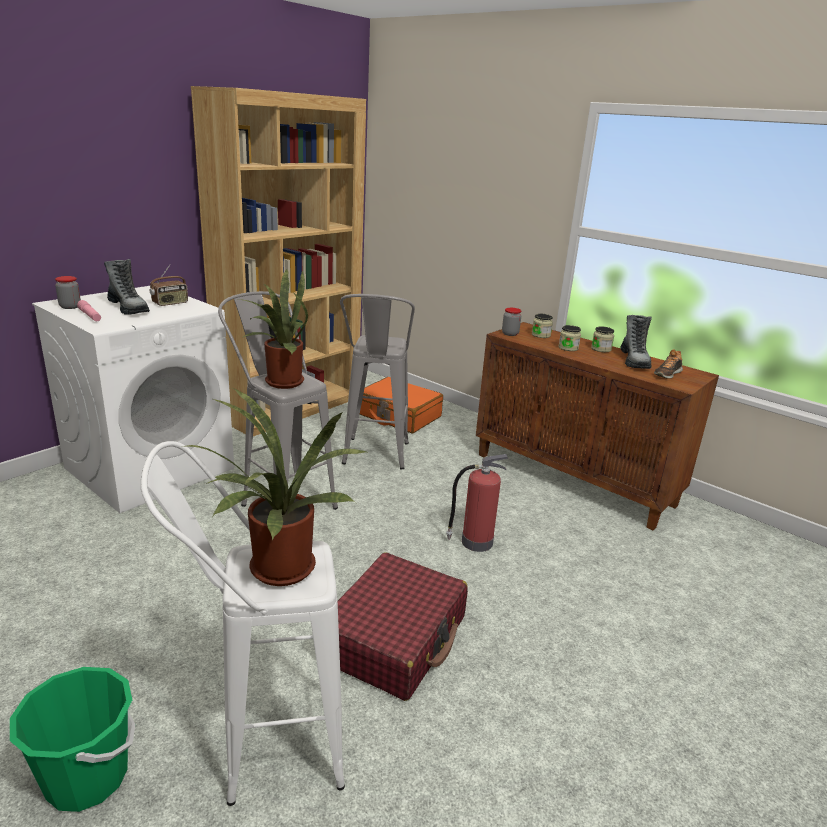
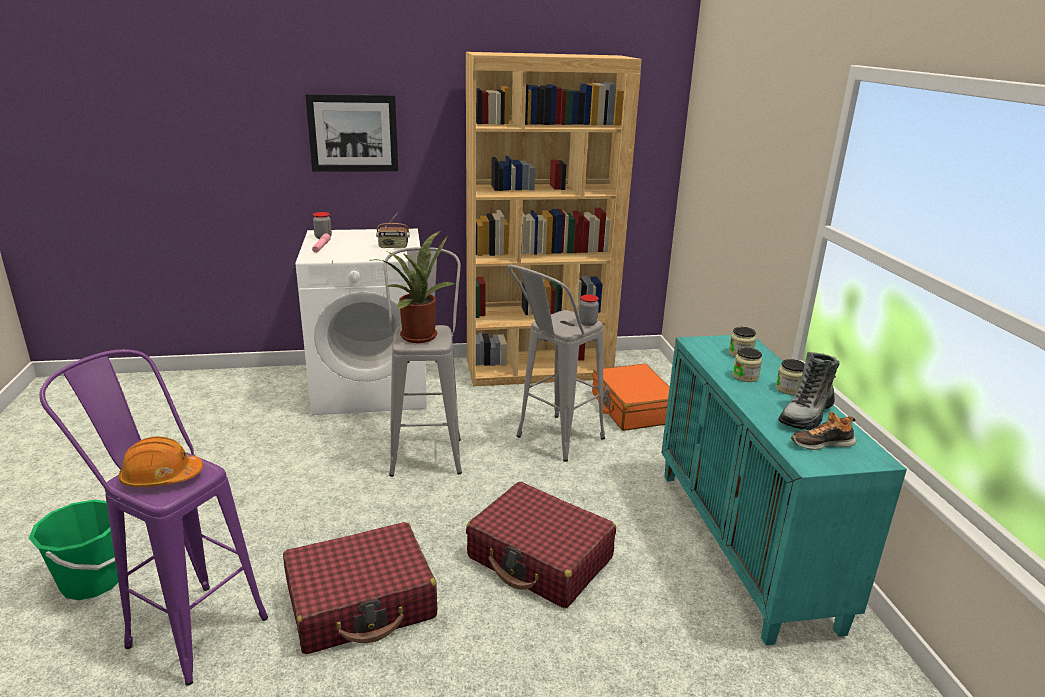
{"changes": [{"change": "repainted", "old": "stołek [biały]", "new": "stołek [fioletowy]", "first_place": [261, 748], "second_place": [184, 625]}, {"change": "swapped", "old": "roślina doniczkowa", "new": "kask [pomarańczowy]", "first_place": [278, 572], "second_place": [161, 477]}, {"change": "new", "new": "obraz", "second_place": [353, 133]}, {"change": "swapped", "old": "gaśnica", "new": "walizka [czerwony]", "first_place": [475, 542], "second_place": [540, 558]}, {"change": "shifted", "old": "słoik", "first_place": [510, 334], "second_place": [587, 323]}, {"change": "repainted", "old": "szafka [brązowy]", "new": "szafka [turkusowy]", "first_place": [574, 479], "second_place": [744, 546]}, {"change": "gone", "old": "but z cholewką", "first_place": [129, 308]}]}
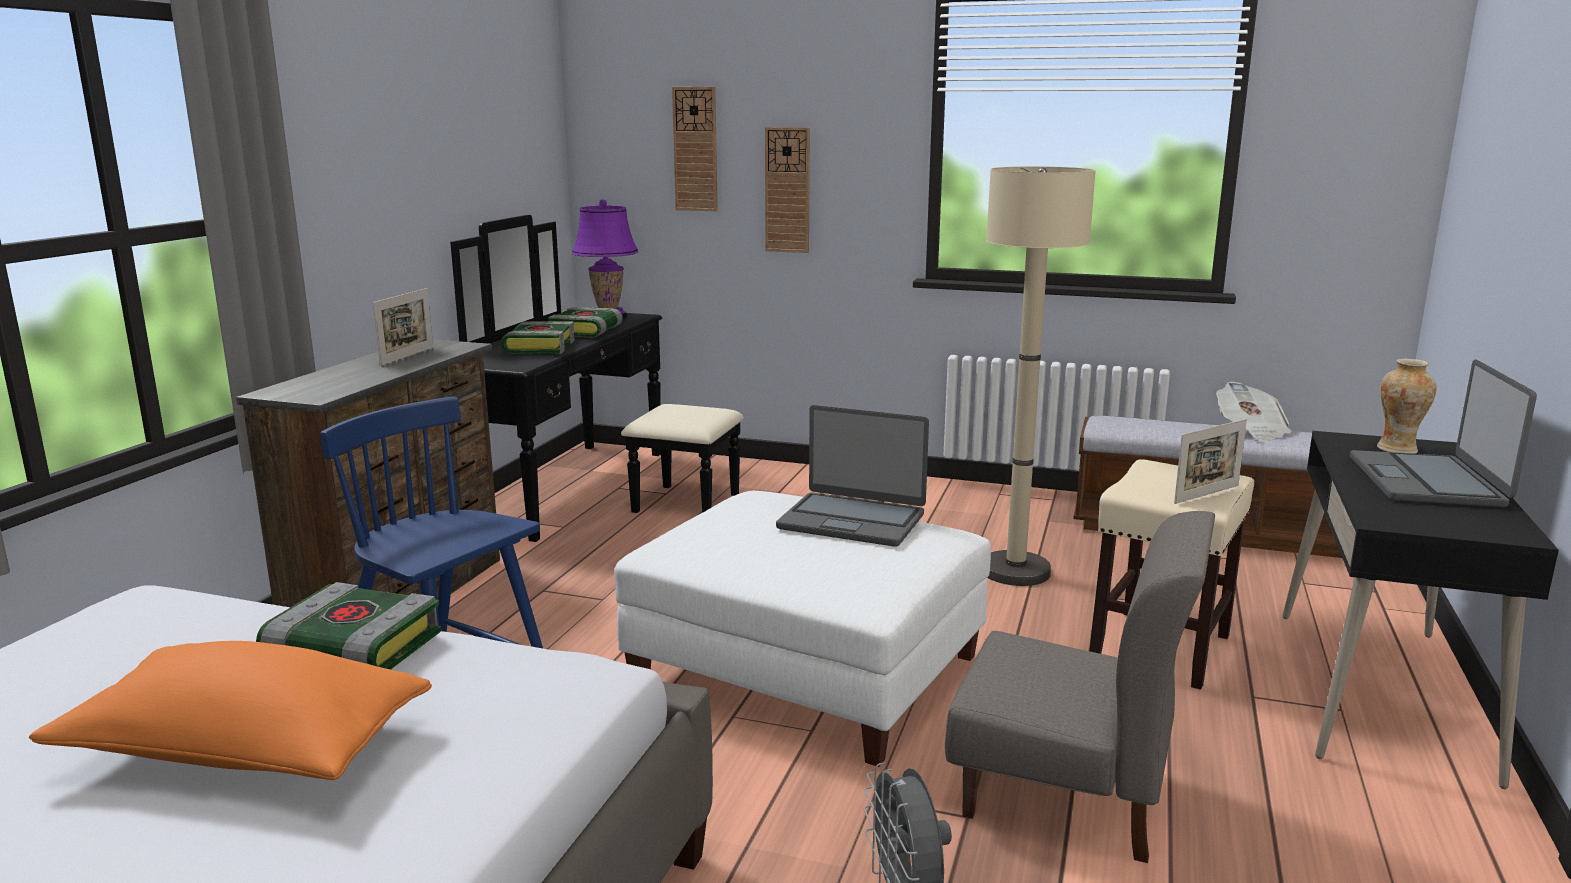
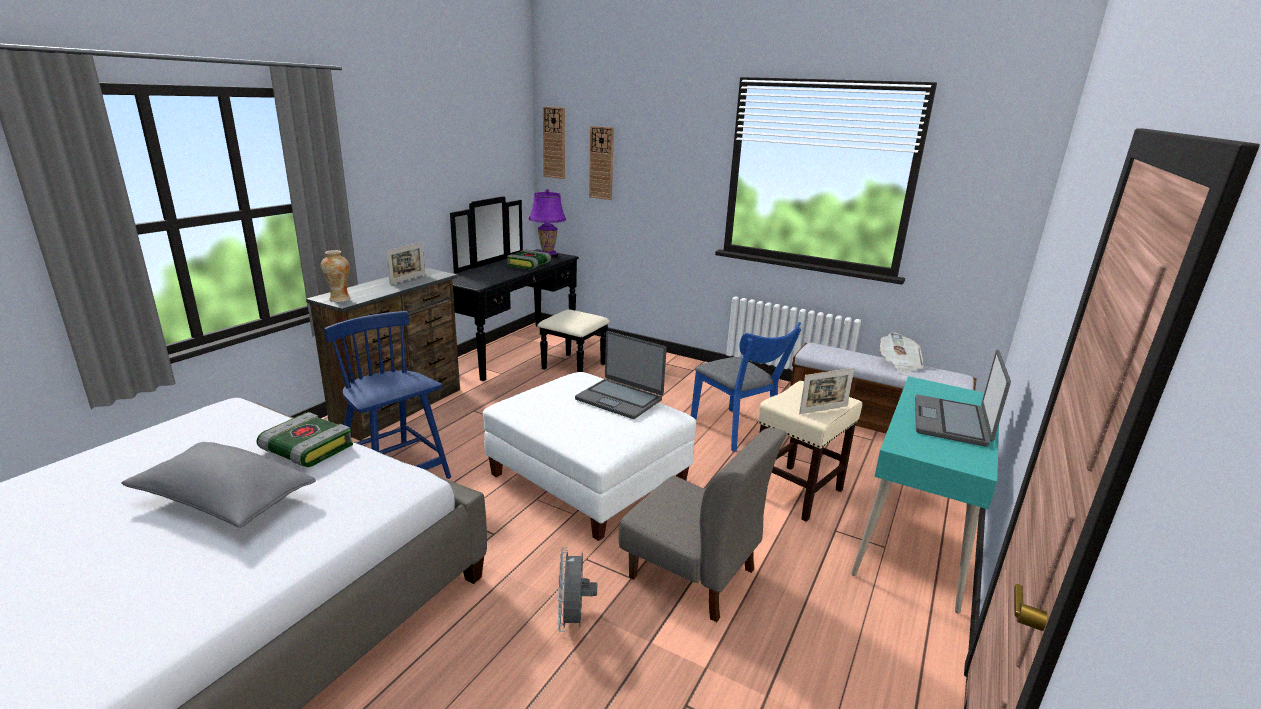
{"changes": [{"change": "repainted", "old": "poduszka [pomarańczowy]", "new": "poduszka [szary]", "first_place": [246, 752], "second_place": [224, 501]}, {"change": "shifted", "old": "wazon", "first_place": [1397, 449], "second_place": [340, 299]}, {"change": "shifted", "old": "zegar ścienny", "first_place": [787, 190], "second_place": [554, 143]}, {"change": "swapped", "old": "lampa stojąca [beżowy]", "new": "krzesło [niebieski]", "first_place": [1015, 571], "second_place": [737, 432]}, {"change": "repainted", "old": "biurko [czarny]", "new": "biurko [turkusowy]", "first_place": [1380, 691], "second_place": [916, 539]}, {"change": "gone", "old": "książka", "first_place": [539, 347]}]}
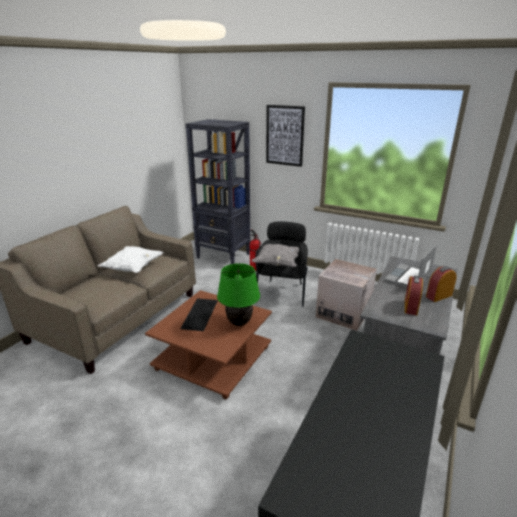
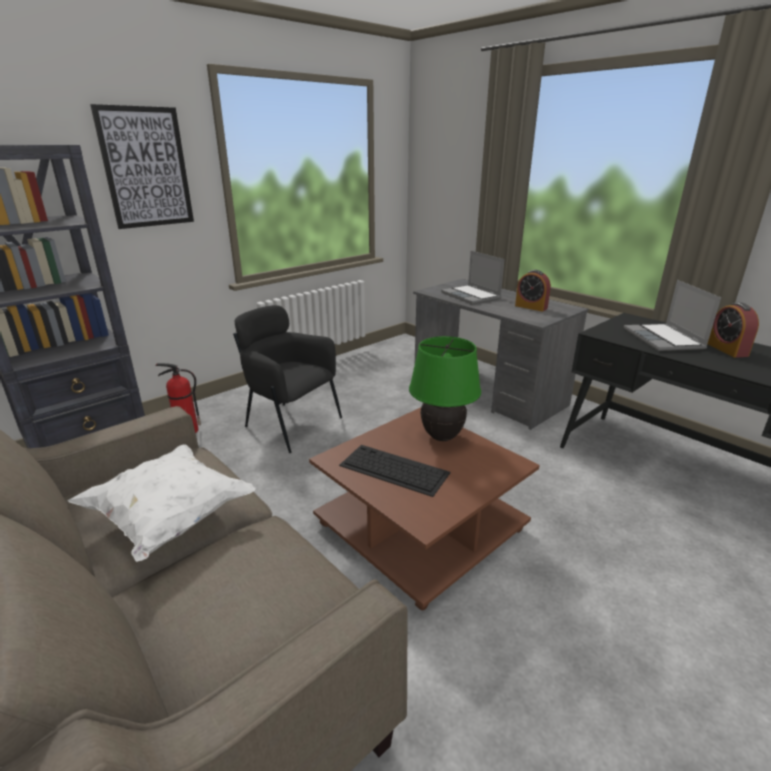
{"changes": [{"change": "new", "new": "laptop", "second_place": [664, 339]}, {"change": "shifted", "old": "budzik", "first_place": [439, 296], "second_place": [727, 349]}, {"change": "gone", "old": "poduszka [szary]", "first_place": [277, 263]}, {"change": "gone", "old": "karton", "first_place": [343, 313]}]}
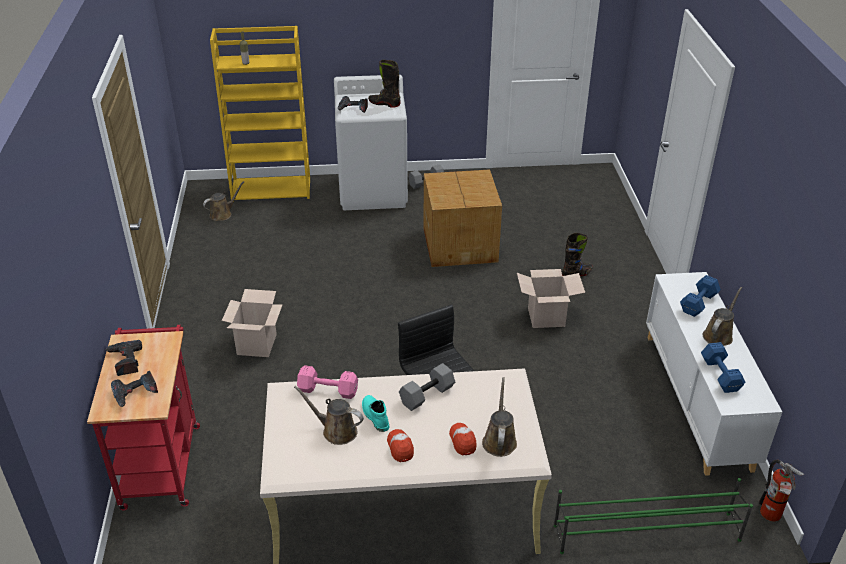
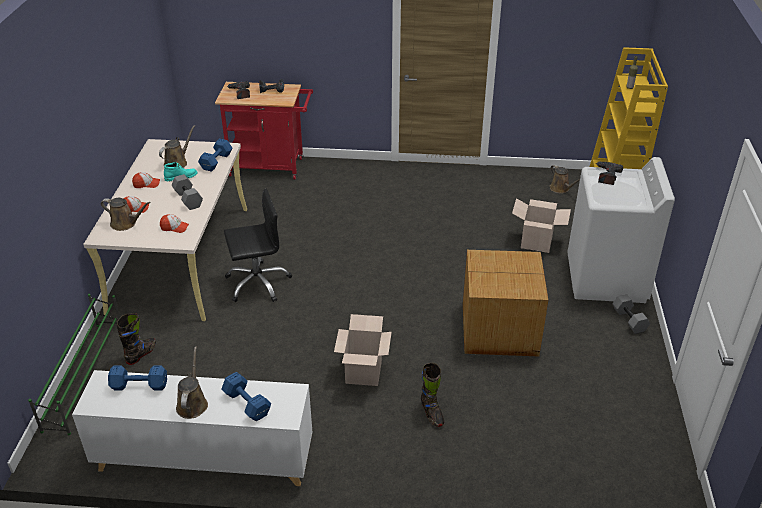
{"changes": [{"change": "shifted", "old": "but z cholewką [czarny]", "first_place": [384, 104], "second_place": [141, 354]}, {"change": "new", "new": "czapka z daszkiem", "second_place": [174, 227]}, {"change": "rotated", "old": "konewka [brązowy]", "first_place": [718, 335], "second_place": [192, 403], "degrees": -135}, {"change": "repainted", "old": "hantel [różowy]", "new": "hantel [niebieski]", "first_place": [329, 391], "second_place": [215, 162]}, {"change": "shifted", "old": "karton", "first_place": [257, 344], "second_place": [536, 242]}, {"change": "gone", "old": "gaśnica", "first_place": [771, 515]}]}
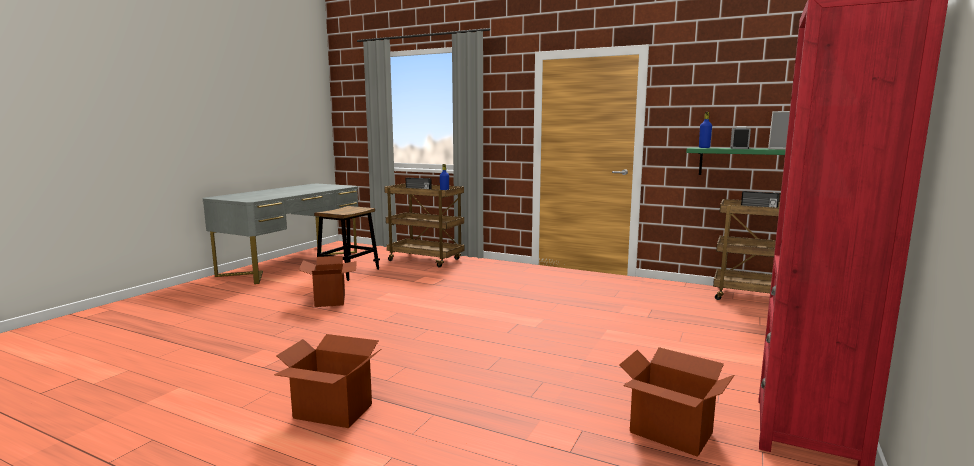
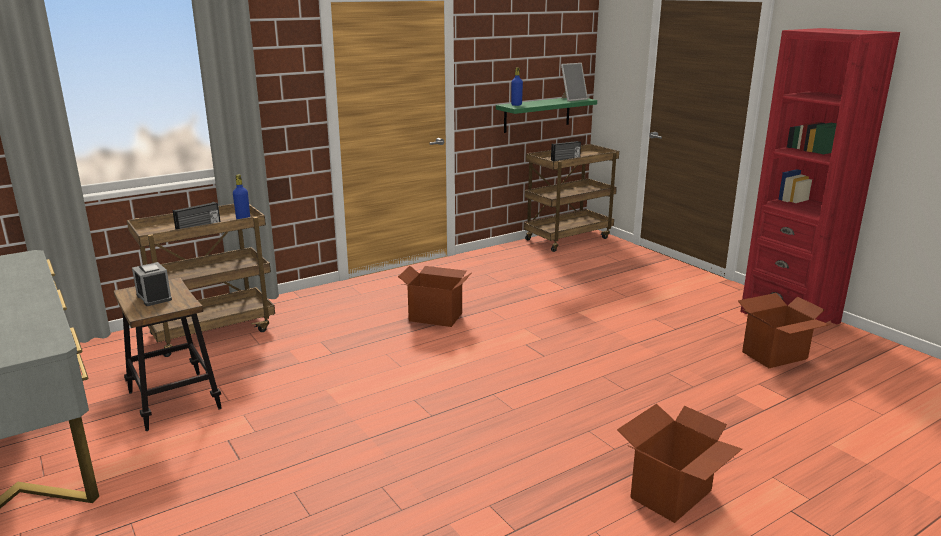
{"changes": [{"change": "shifted", "old": "budzik", "first_place": [739, 148], "second_place": [154, 297]}, {"change": "shifted", "old": "karton", "first_place": [331, 300], "second_place": [435, 317]}]}
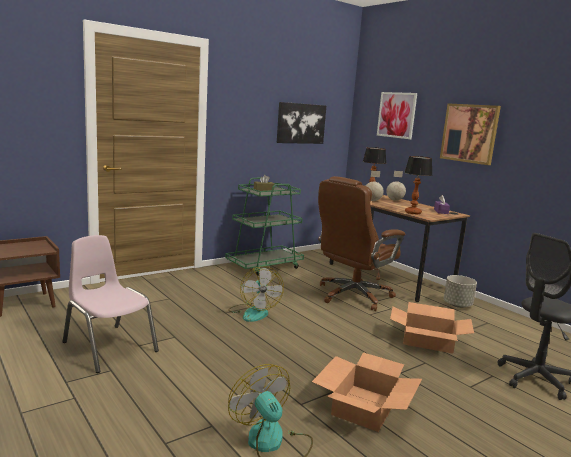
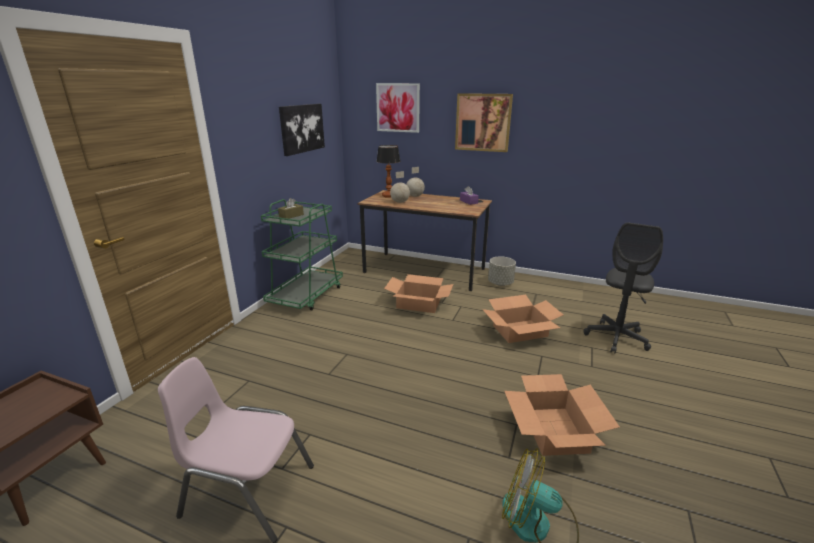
{"changes": [{"change": "swapped", "old": "krzesło biurowe [brązowy]", "new": "karton", "first_place": [352, 296], "second_place": [418, 303]}, {"change": "gone", "old": "wentylator", "first_place": [253, 312]}, {"change": "gone", "old": "lampa stołowa", "first_place": [412, 212]}]}
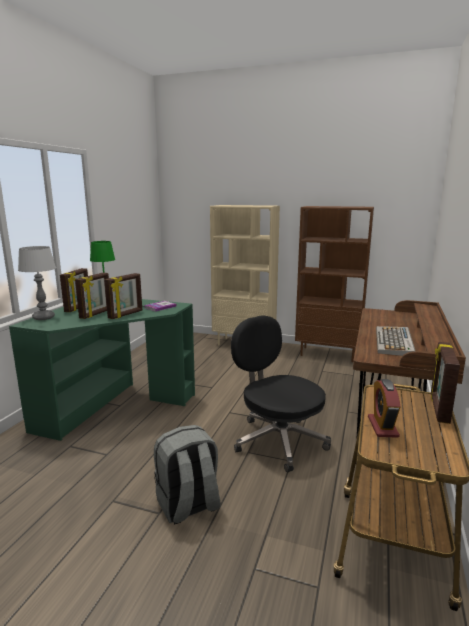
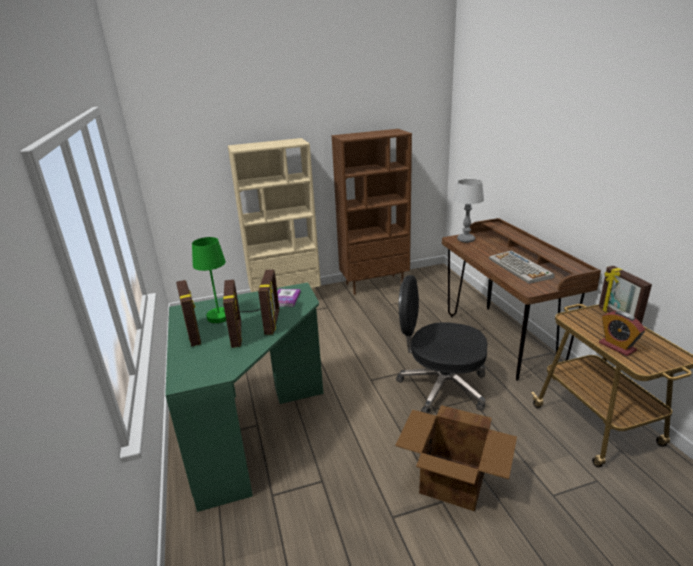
{"changes": [{"change": "swapped", "old": "plecak [szary]", "new": "karton", "first_place": [188, 506], "second_place": [454, 481]}, {"change": "shifted", "old": "lampa stołowa", "first_place": [44, 317], "second_place": [466, 240]}]}
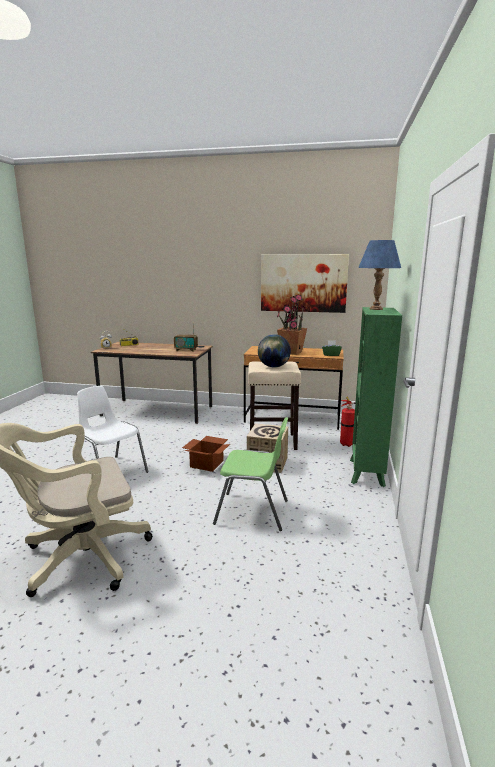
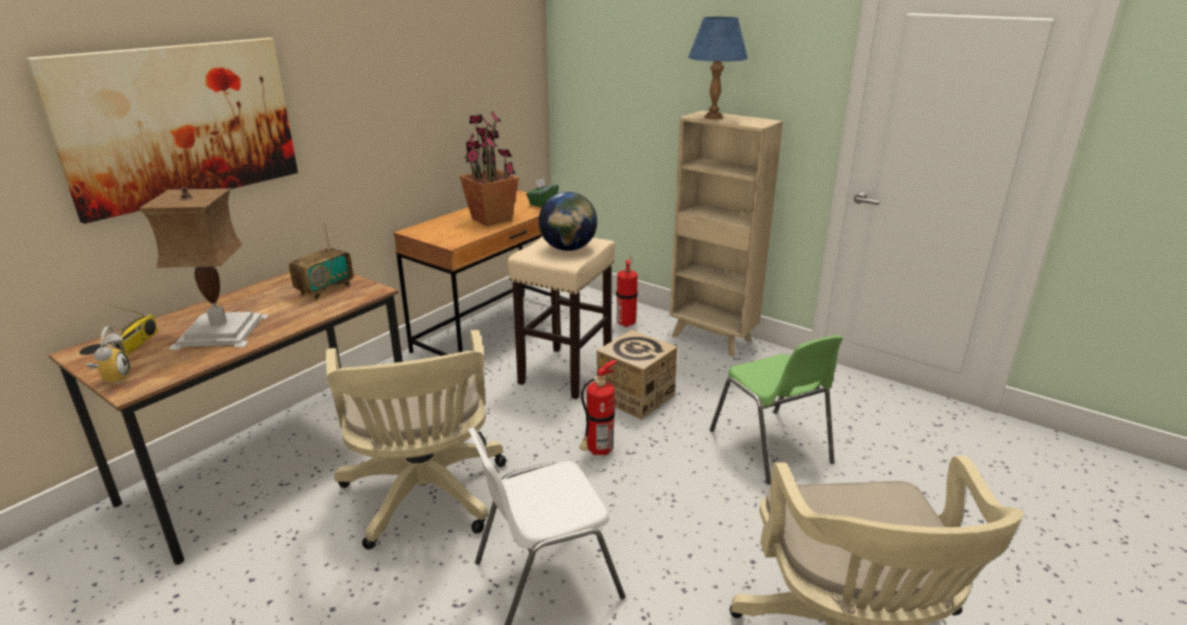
{"changes": [{"change": "shifted", "old": "obraz", "first_place": [303, 283], "second_place": [180, 123]}, {"change": "new", "new": "lampa stołowa", "second_place": [222, 332]}, {"change": "new", "new": "krzesło biurowe [beżowy]", "second_place": [425, 498]}, {"change": "swapped", "old": "karton", "new": "gaśnica", "first_place": [207, 463], "second_place": [597, 452]}, {"change": "repainted", "old": "regał [zielony]", "new": "regał [beżowy]", "first_place": [366, 473], "second_place": [712, 339]}, {"change": "rotated", "old": "krzesło [zielony]", "first_place": [253, 512], "second_place": [771, 447], "degrees": 120}]}
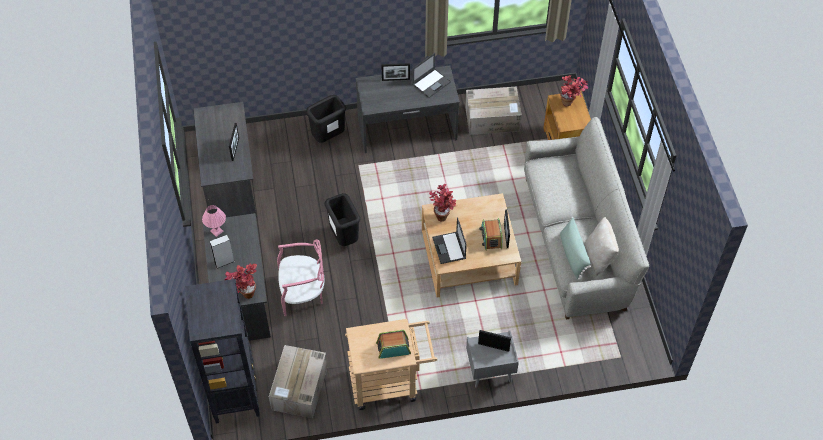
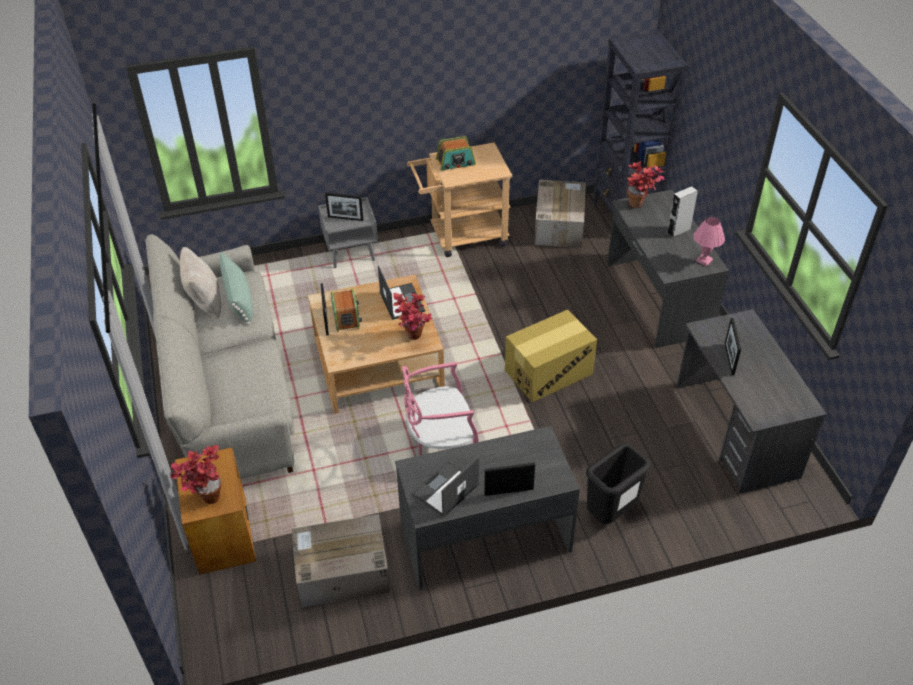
{"changes": [{"change": "shifted", "old": "krzesło [różowy]", "first_place": [302, 293], "second_place": [440, 443]}, {"change": "swapped", "old": "kosz na śmieci [czarny]", "new": "karton", "first_place": [344, 238], "second_place": [548, 372]}]}
